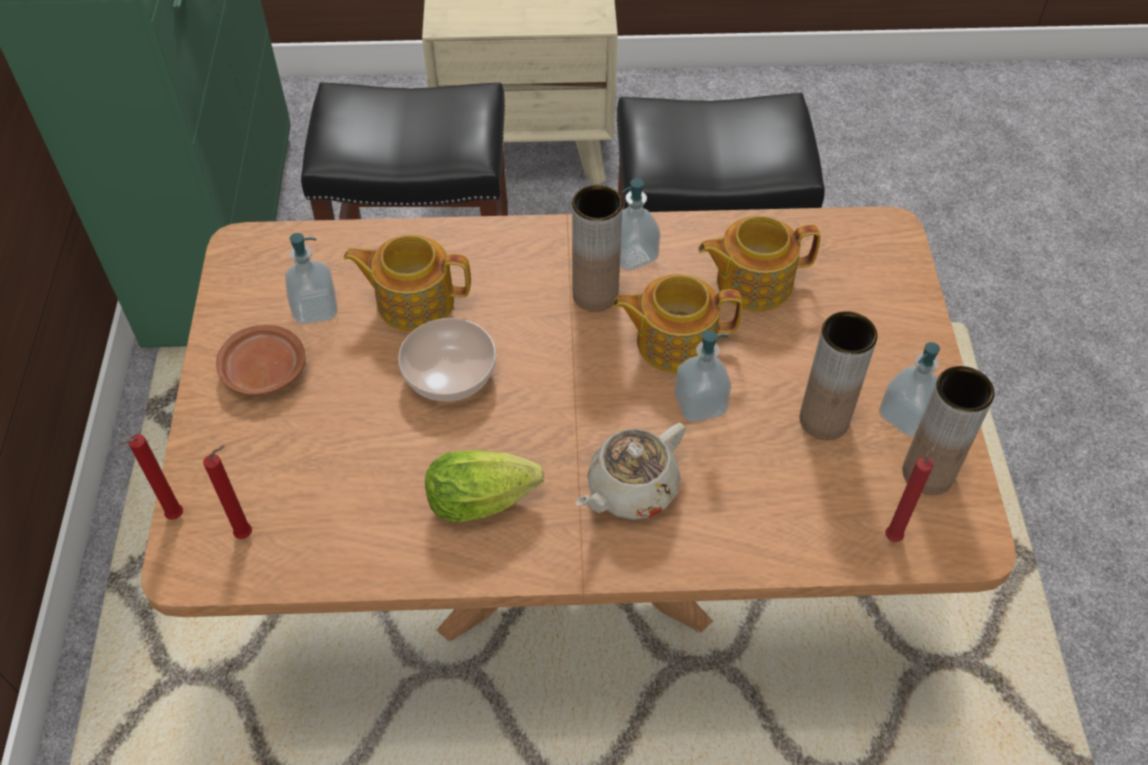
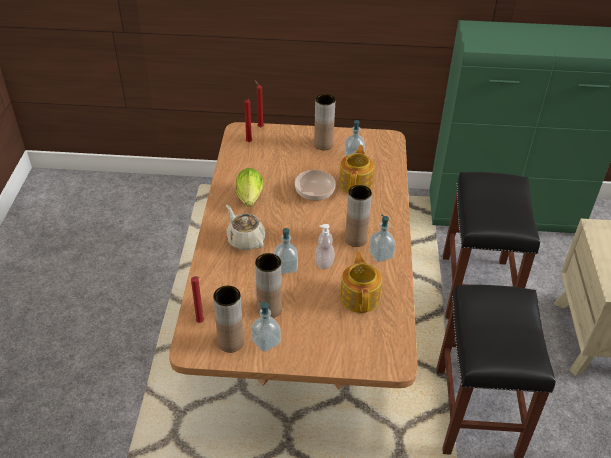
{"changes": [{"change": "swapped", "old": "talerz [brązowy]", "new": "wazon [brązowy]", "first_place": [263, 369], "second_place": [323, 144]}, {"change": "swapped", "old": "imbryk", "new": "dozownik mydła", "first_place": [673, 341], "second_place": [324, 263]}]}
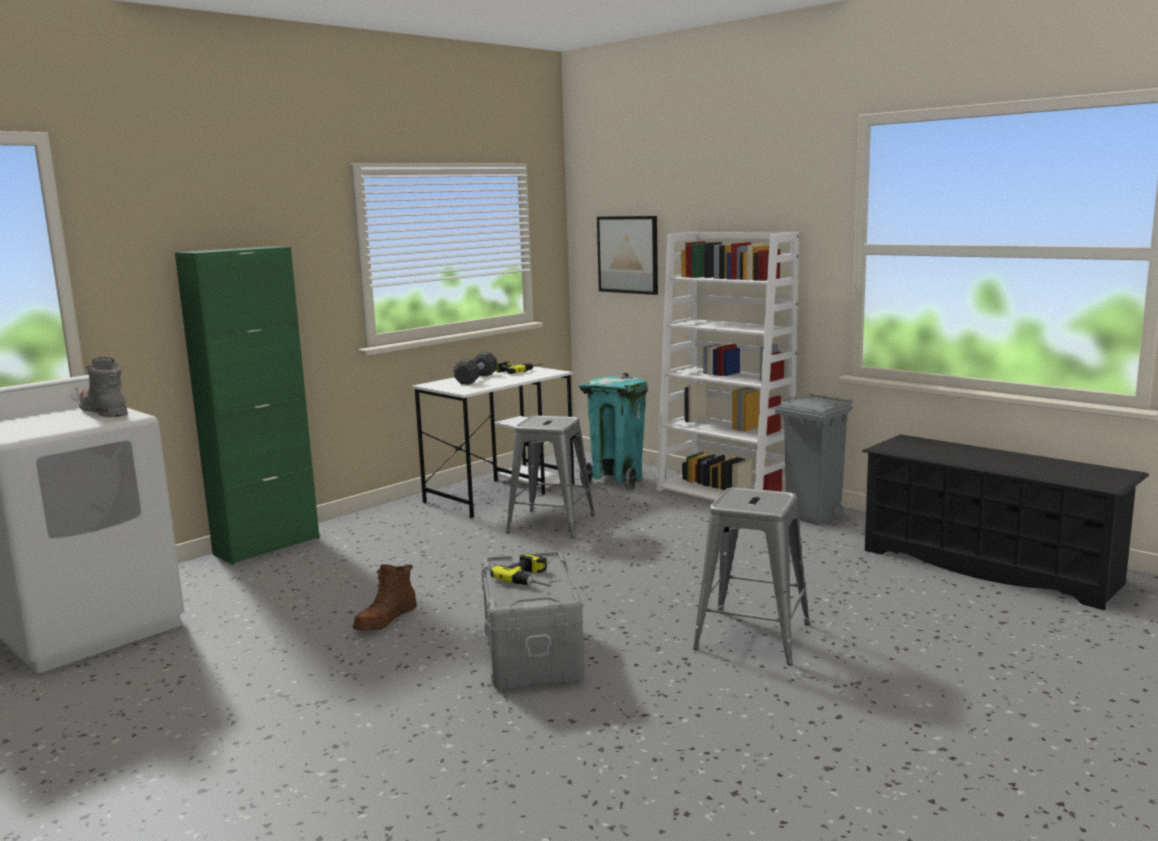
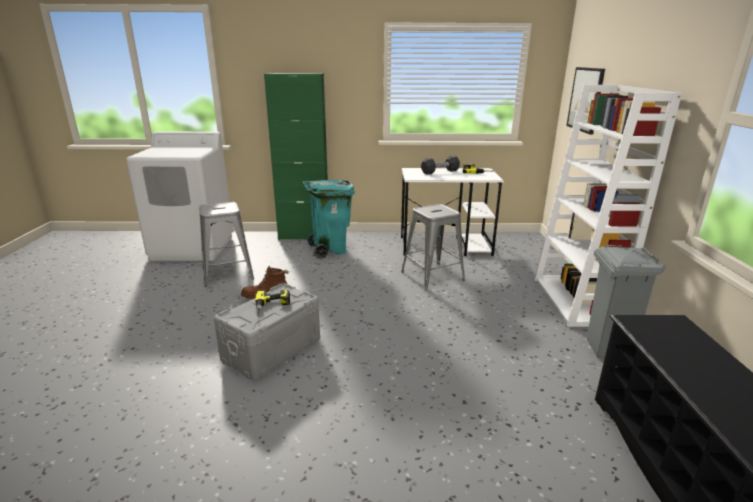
{"changes": [{"change": "shifted", "old": "stołek [szary]", "first_place": [752, 636], "second_place": [228, 273]}, {"change": "shifted", "old": "kosz na śmieci [turkusowy]", "first_place": [616, 481], "second_place": [329, 250]}, {"change": "gone", "old": "but z cholewką [szary]", "first_place": [104, 412]}]}
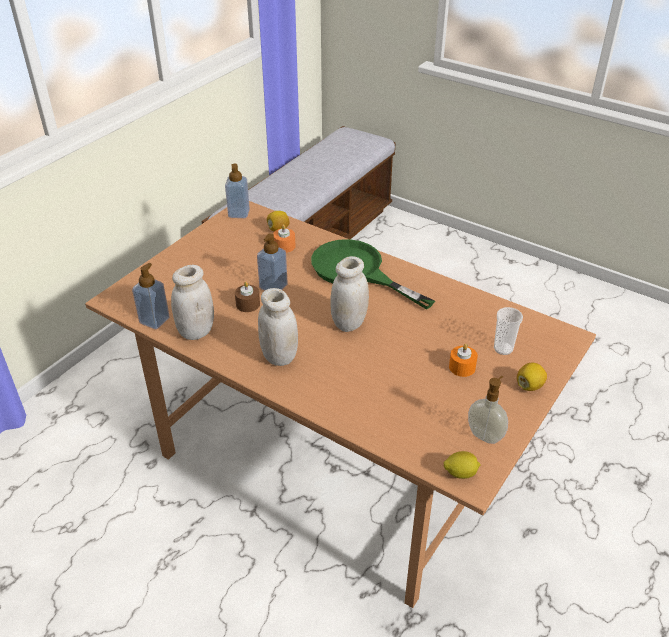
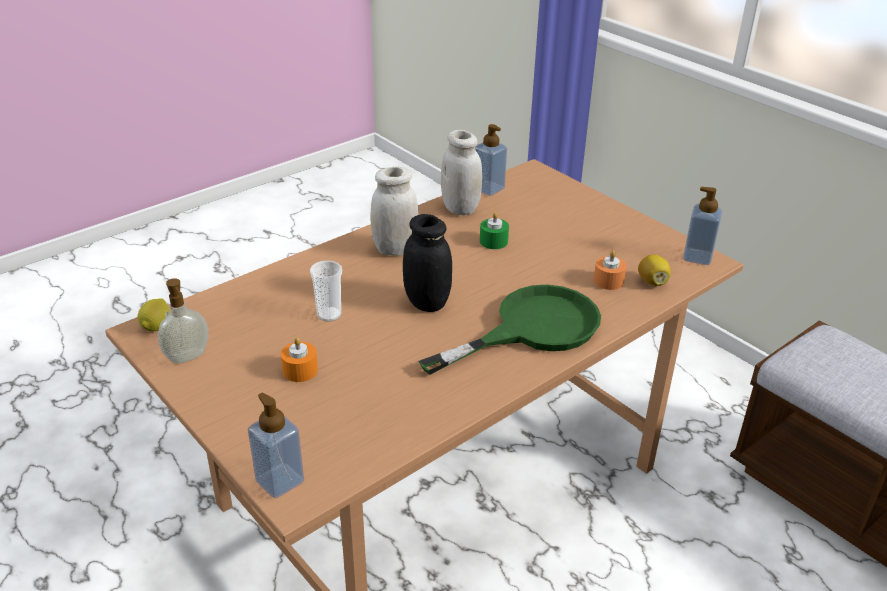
{"changes": [{"change": "shifted", "old": "dozownik mydła", "first_place": [273, 286], "second_place": [279, 481]}, {"change": "shifted", "old": "filiżanka", "first_place": [503, 348], "second_place": [329, 314]}, {"change": "repainted", "old": "słoik [biały]", "new": "słoik [czarny]", "first_place": [349, 323], "second_place": [427, 302]}, {"change": "repainted", "old": "świeca [brązowy]", "new": "świeca [zielony]", "first_place": [248, 304], "second_place": [493, 241]}, {"change": "gone", "old": "cytryna", "first_place": [529, 386]}]}
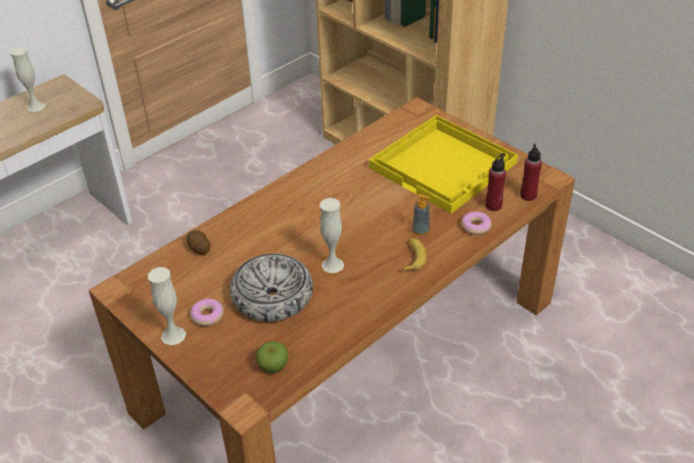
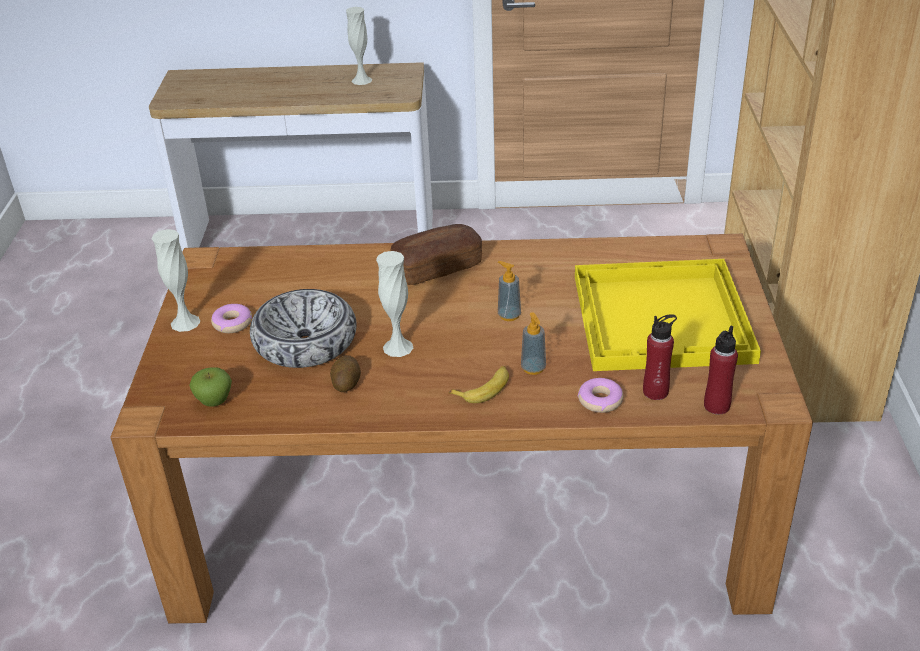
{"changes": [{"change": "shifted", "old": "ziemniak", "first_place": [199, 248], "second_place": [346, 383]}, {"change": "new", "new": "chleb", "second_place": [437, 268]}, {"change": "new", "new": "dozownik mydła", "second_place": [509, 315]}]}
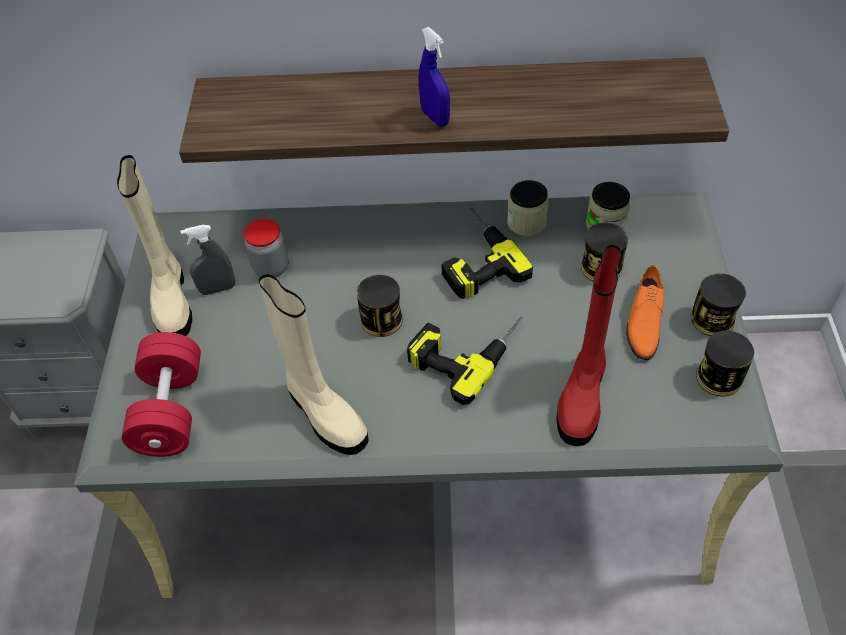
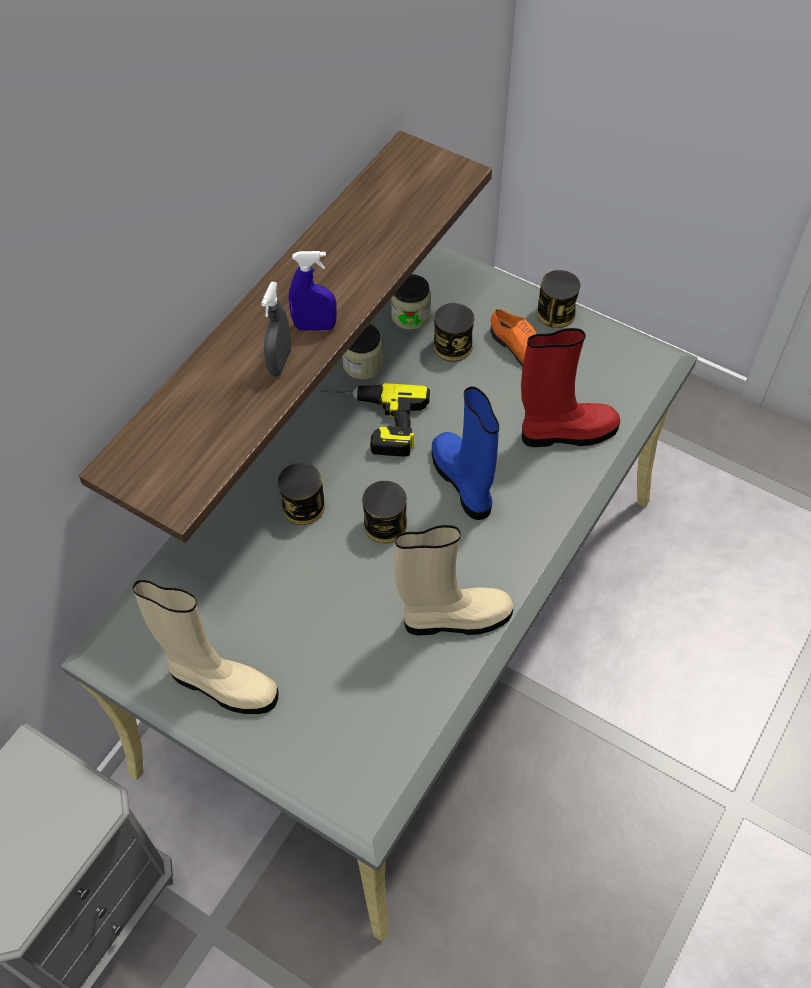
{"changes": [{"change": "shifted", "old": "spryskiwacz [szary]", "first_place": [218, 289], "second_place": [280, 362]}, {"change": "shifted", "old": "puszka", "first_place": [719, 377], "second_place": [303, 506]}, {"change": "swapped", "old": "wiertarka", "new": "but z cholewką [niebieski]", "first_place": [465, 349], "second_place": [464, 482]}, {"change": "rotated", "old": "but z cholewką [czerwony]", "first_place": [582, 396], "second_place": [566, 432], "degrees": -60}, {"change": "gone", "old": "hantel [czerwony]", "first_place": [171, 410]}, {"change": "gone", "old": "słoik", "first_place": [271, 268]}]}
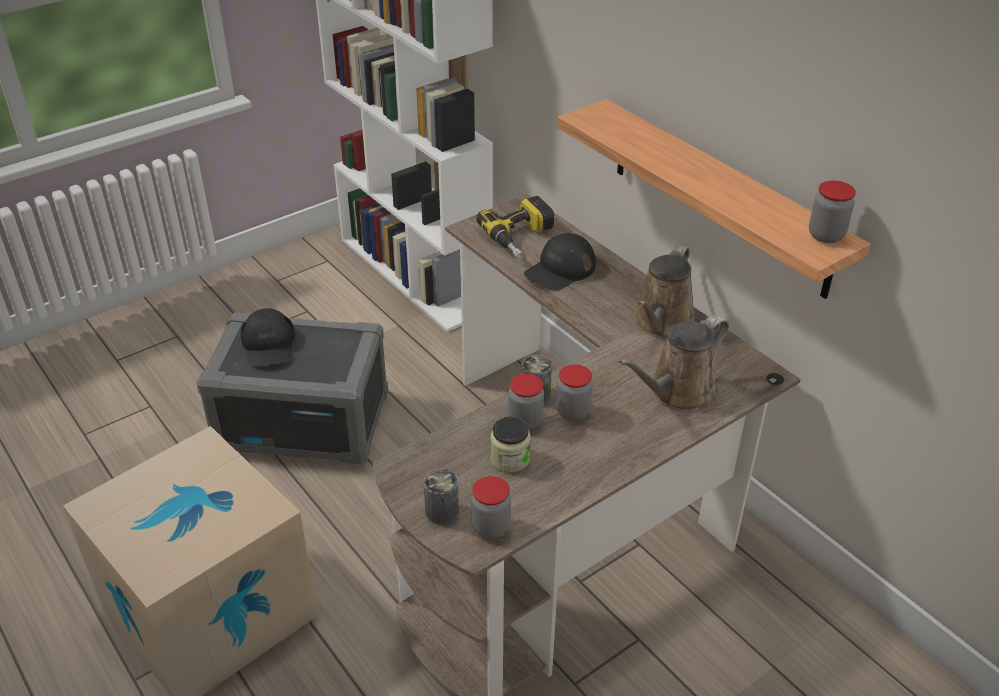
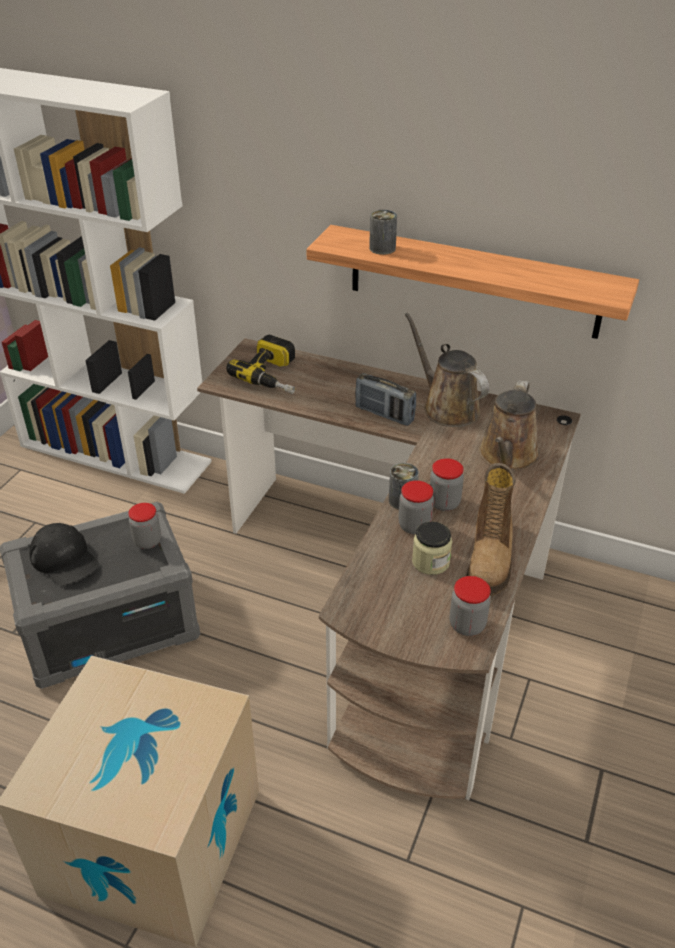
{"changes": [{"change": "shifted", "old": "słoik", "first_place": [826, 235], "second_place": [147, 541]}, {"change": "new", "new": "radio", "second_place": [384, 414]}, {"change": "shifted", "old": "puszka", "first_place": [442, 512], "second_place": [382, 248]}, {"change": "rotated", "old": "konewka [brązowy]", "first_place": [661, 323], "second_place": [447, 407], "degrees": 150}, {"change": "new", "new": "but z cholewką", "second_place": [490, 559]}, {"change": "gone", "old": "czapka z daszkiem [czarny]", "first_place": [560, 270]}]}
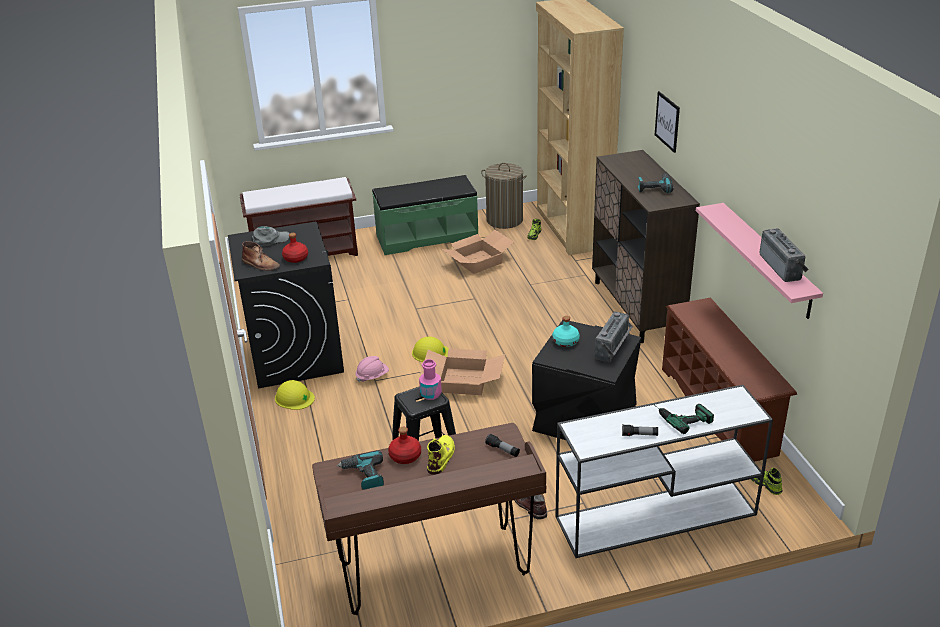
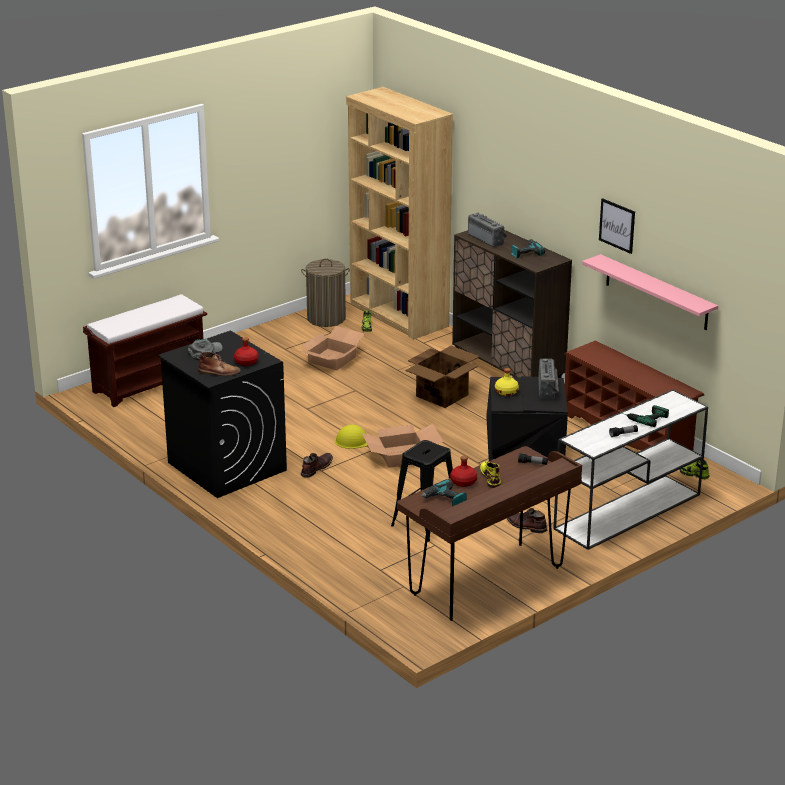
{"changes": [{"change": "swapped", "old": "kask [różowy]", "new": "but z cholewką [brązowy]", "first_place": [372, 376], "second_place": [316, 468]}, {"change": "new", "new": "karton", "second_place": [442, 395]}, {"change": "shifted", "old": "radio", "first_place": [783, 267], "second_place": [487, 239]}, {"change": "repainted", "old": "butelka [turkusowy]", "new": "butelka [żółty]", "first_place": [566, 341], "second_place": [506, 392]}, {"change": "shifted", "old": "obraz", "first_place": [667, 121], "second_place": [617, 225]}, {"change": "gone", "old": "kask [żółty]", "first_place": [294, 398]}, {"change": "gone", "old": "ławka [zielony]", "first_place": [427, 237]}, {"change": "gone", "old": "butelka [różowy]", "first_place": [431, 394]}]}
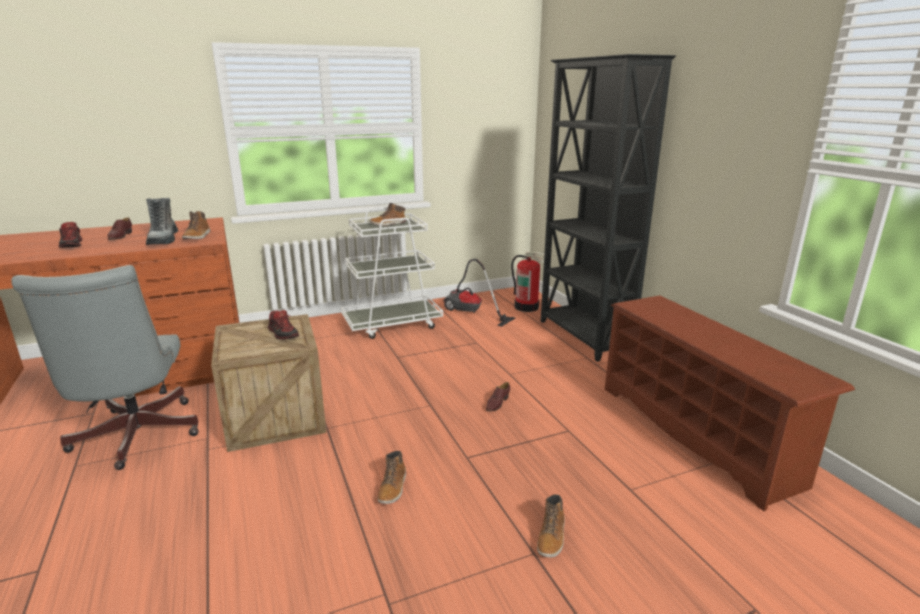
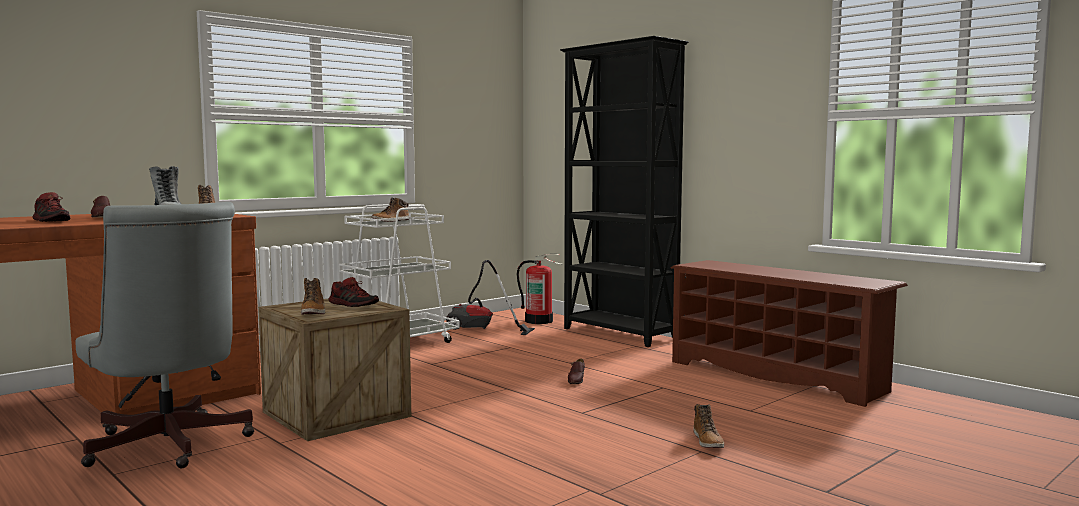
{"changes": [{"change": "shifted", "old": "but z cholewką", "first_place": [393, 488], "second_place": [313, 312]}]}
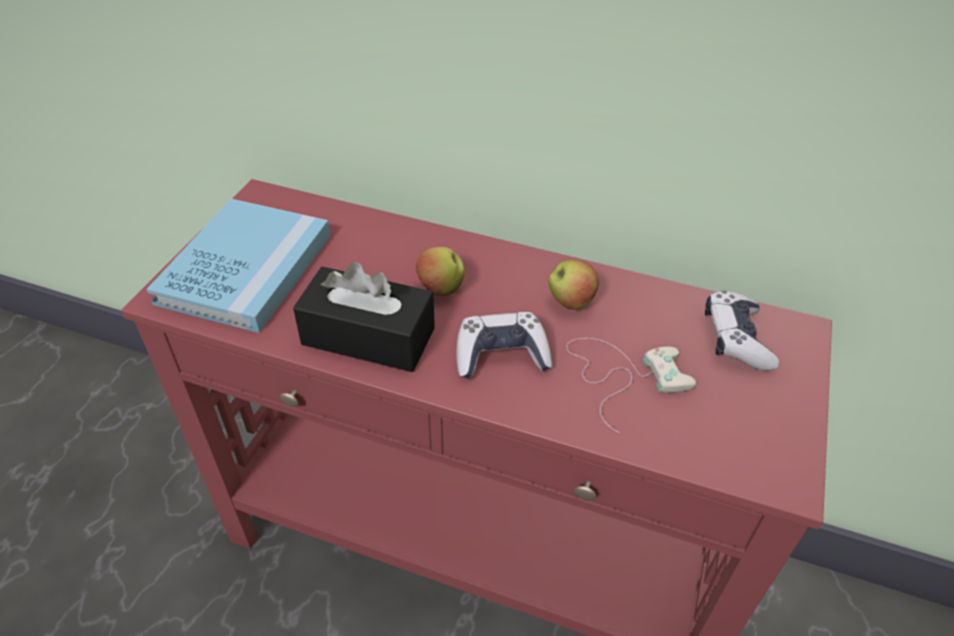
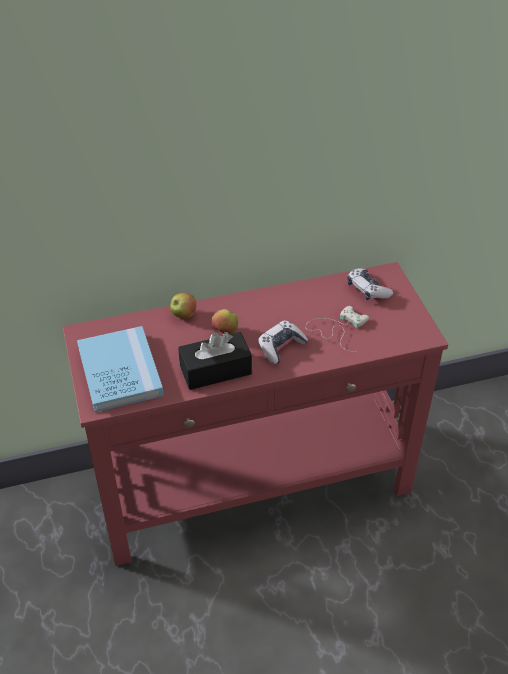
{"changes": [{"change": "shifted", "old": "jabłko", "first_place": [570, 302], "second_place": [183, 315]}]}
